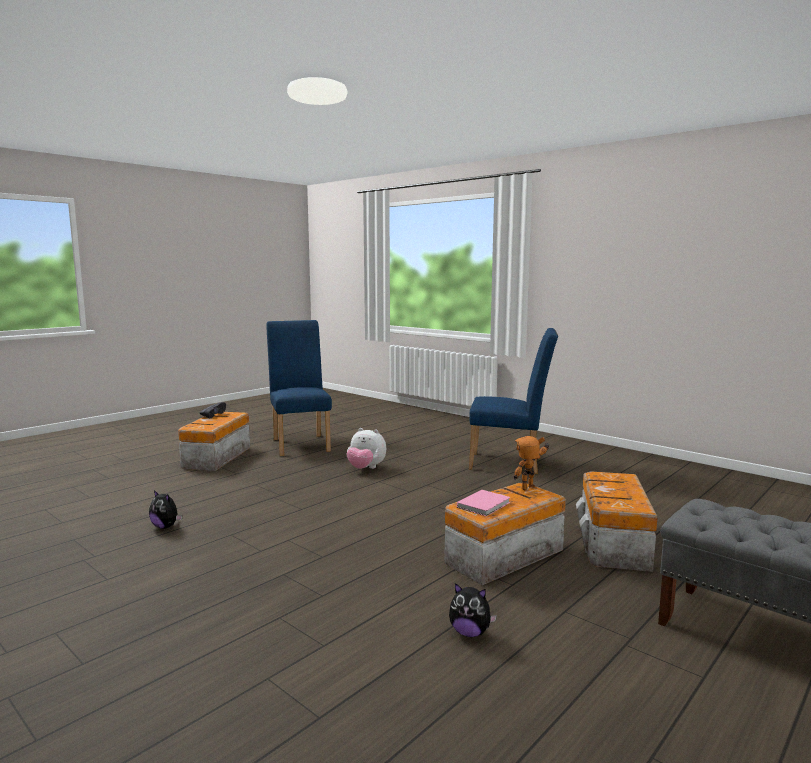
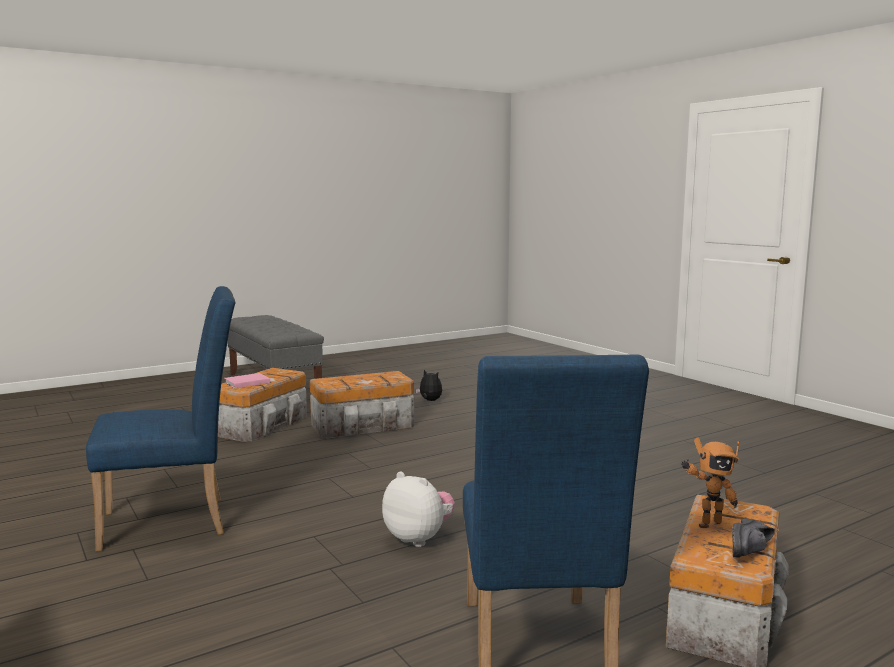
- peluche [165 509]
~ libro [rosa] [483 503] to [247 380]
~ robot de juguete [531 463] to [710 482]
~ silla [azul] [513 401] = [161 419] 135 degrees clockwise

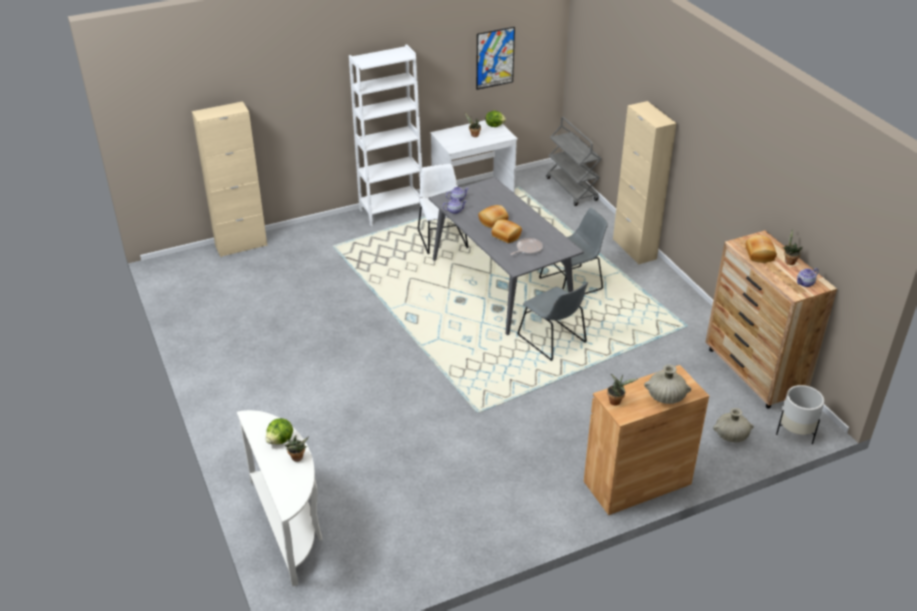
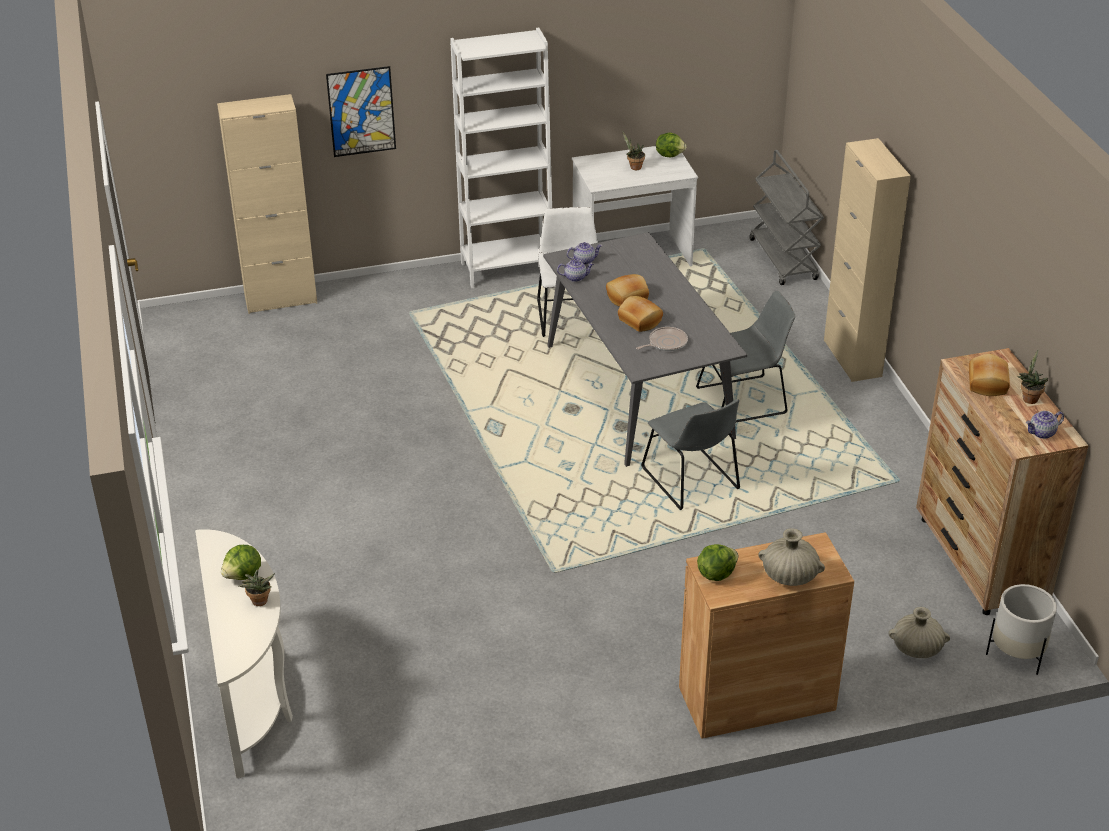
~ cuadro [495 58] to [361 111]
~ planta en maceta [622 389] to lechuga [717 562]

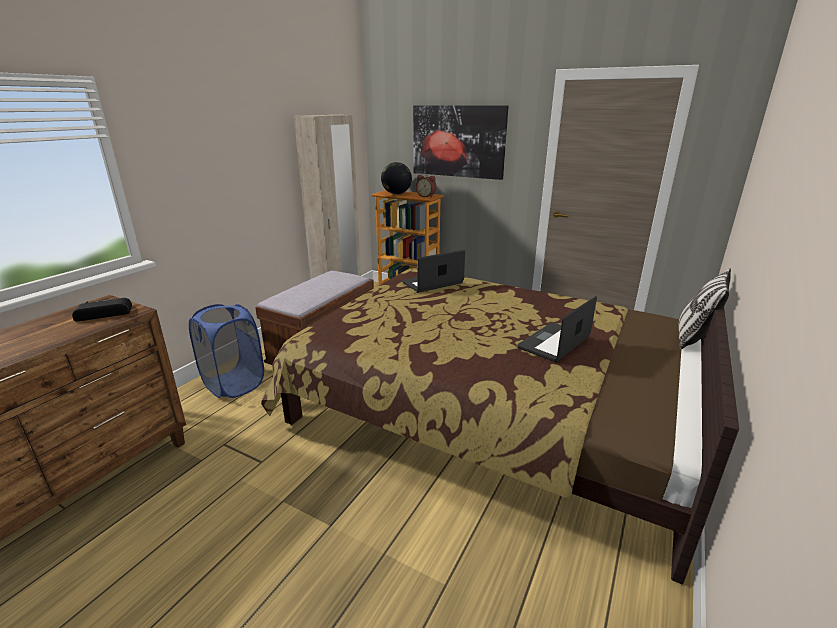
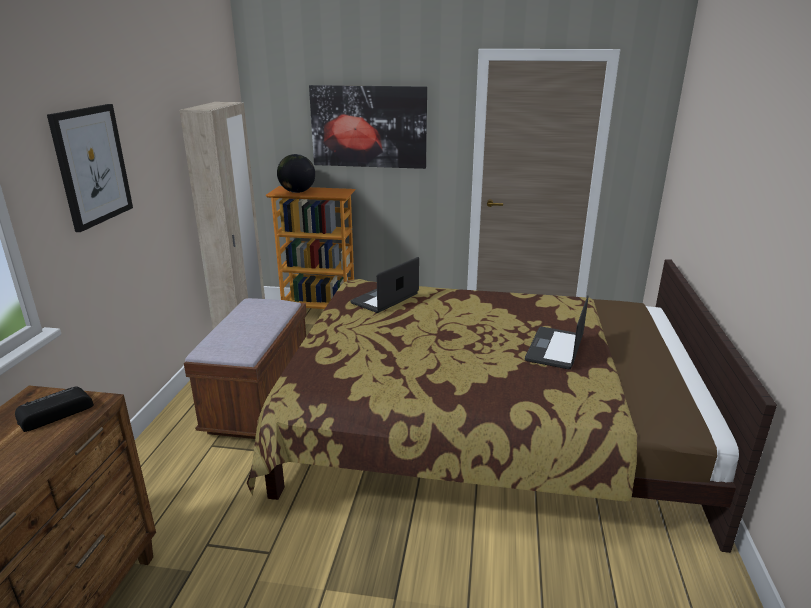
- cesto de la ropa [azul] [226 351]
- despertador [426 186]
- cojín [704 308]
+ cuadro [90 168]

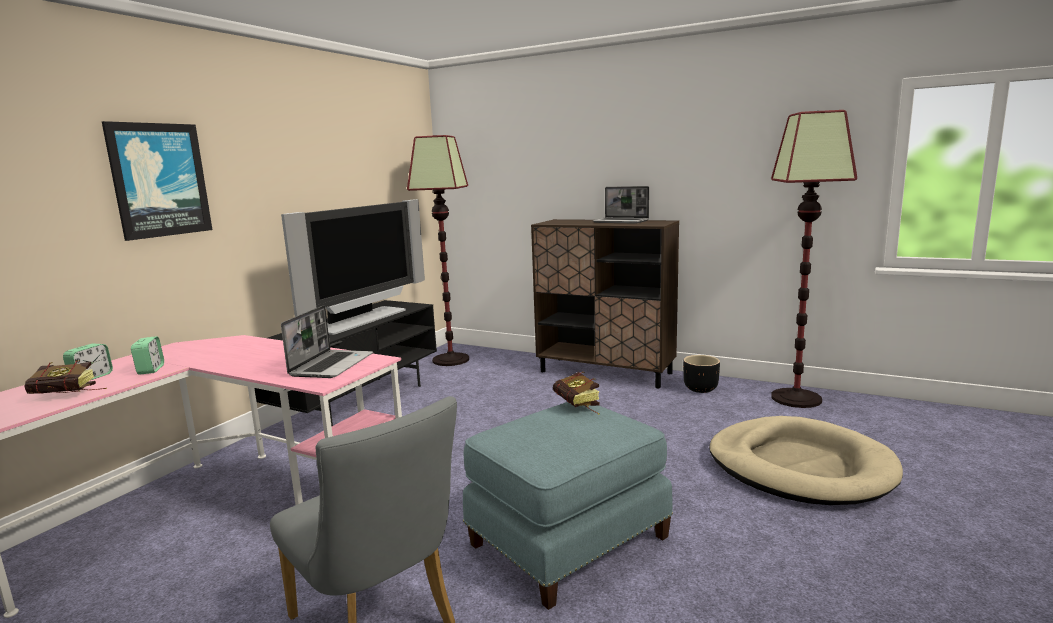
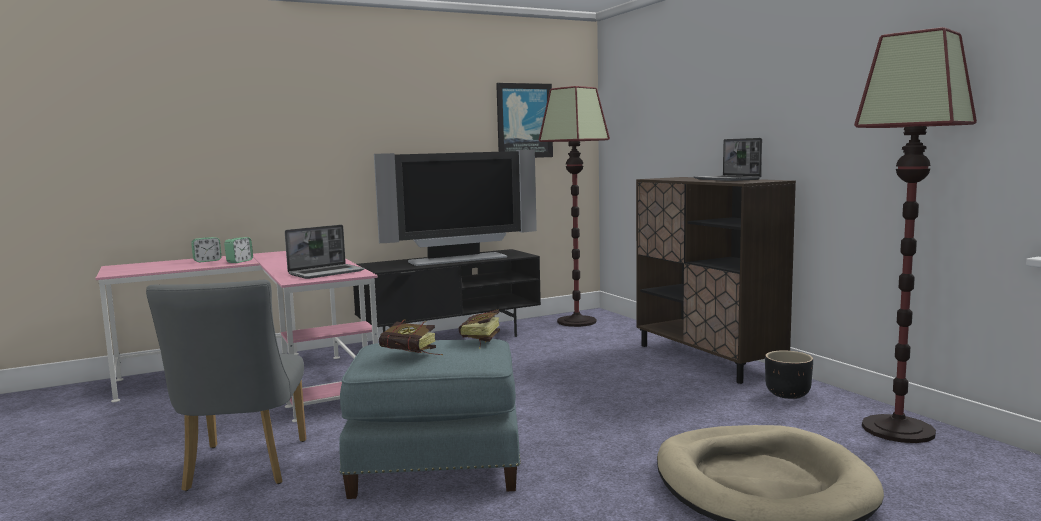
~ libro [65 377] to [411 337]
~ cuadro [157 181] to [524 120]

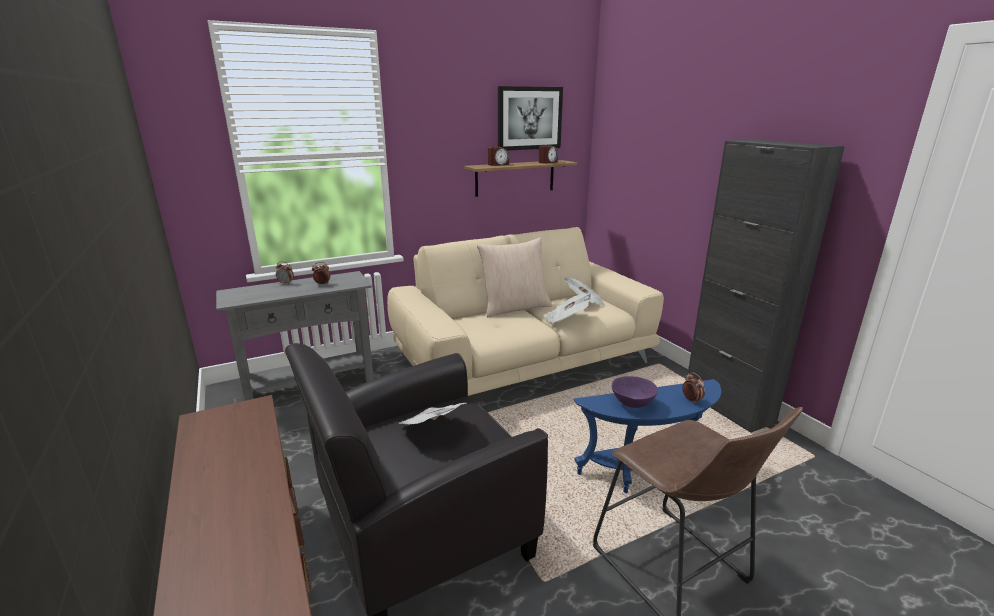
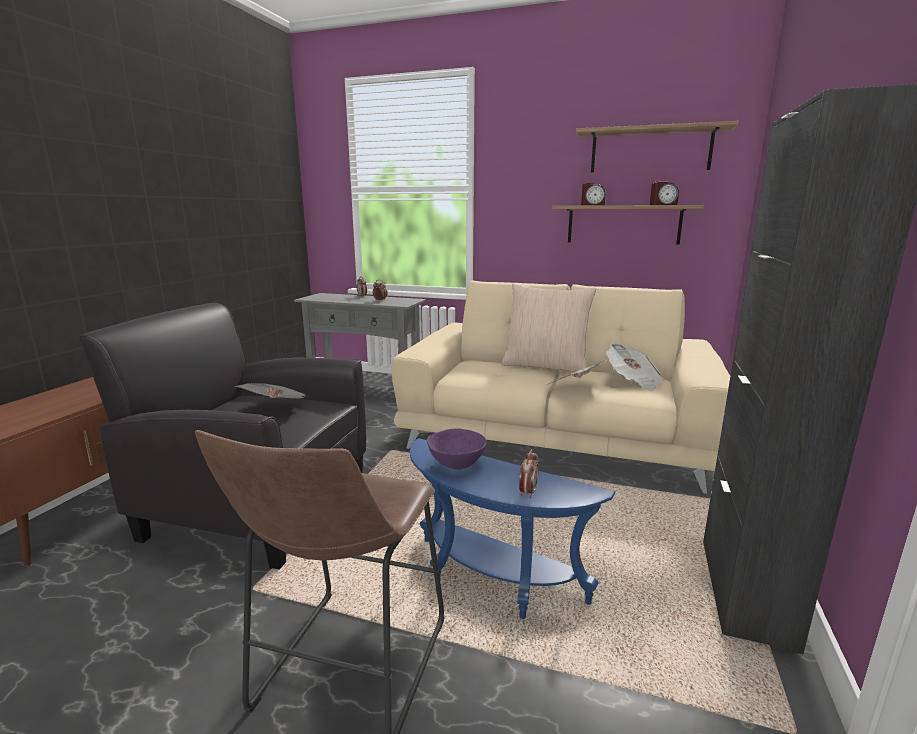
~ cuadro [530 118] to estante [657 146]

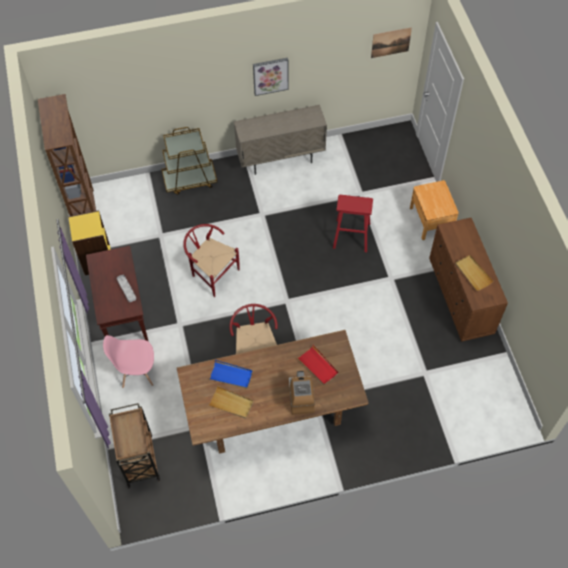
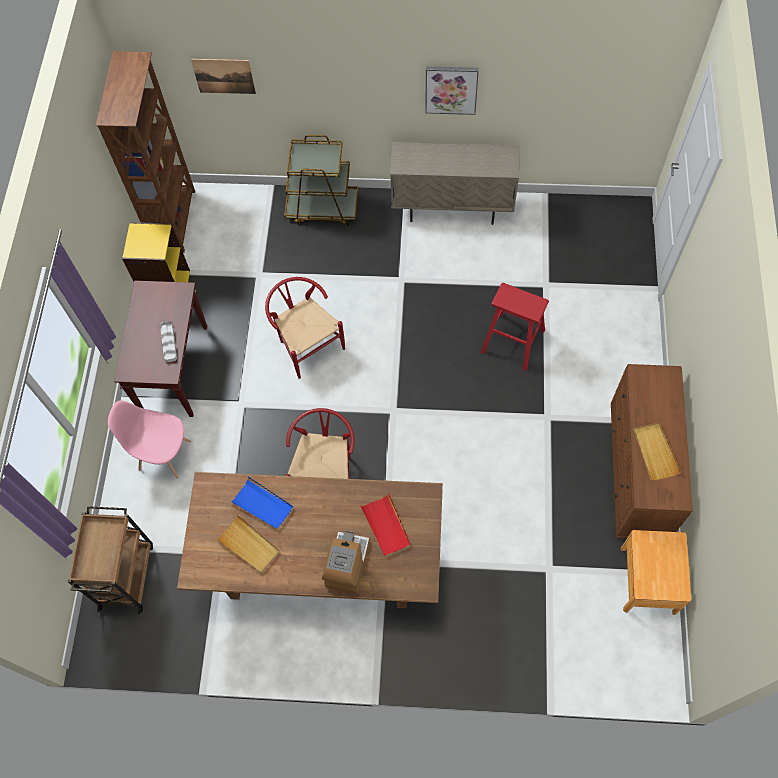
~ cuadro [391 42] to [223 76]
~ mesita de noche [marrón] [434 210] to [656 572]

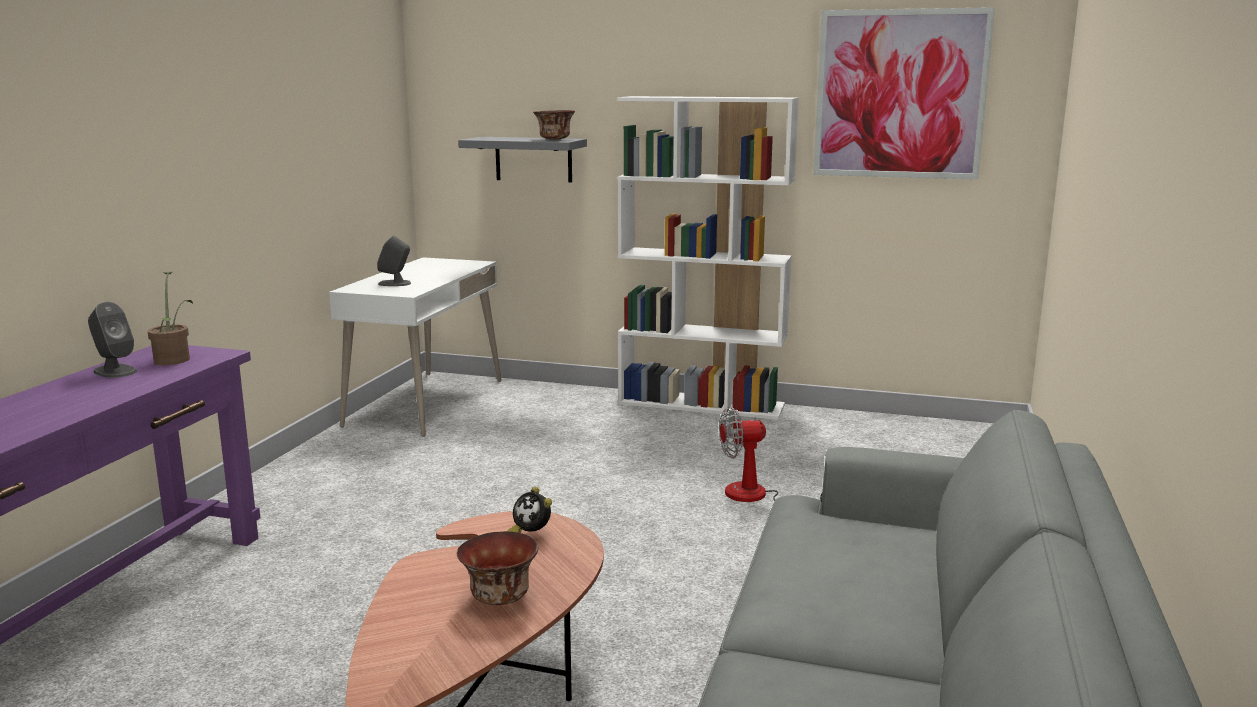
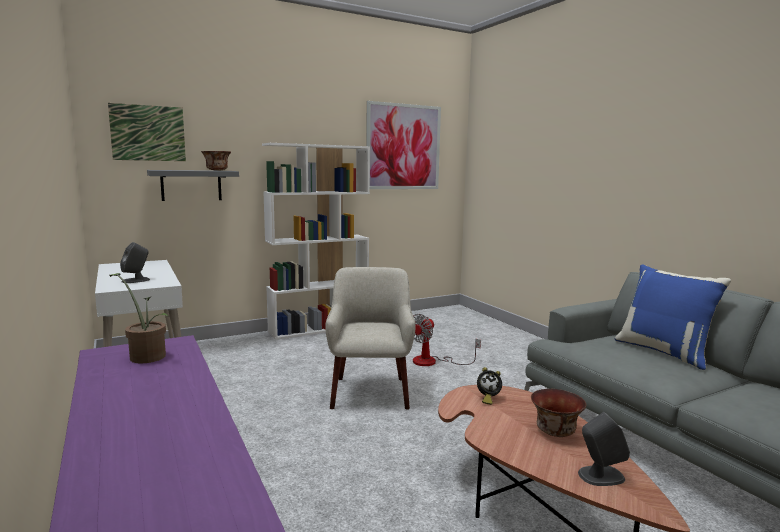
+ cuadro [147 132]
+ sillón [beis] [370 338]
+ cojín [azul] [673 317]
~ altavoz [gris] [112 340] to [604 449]

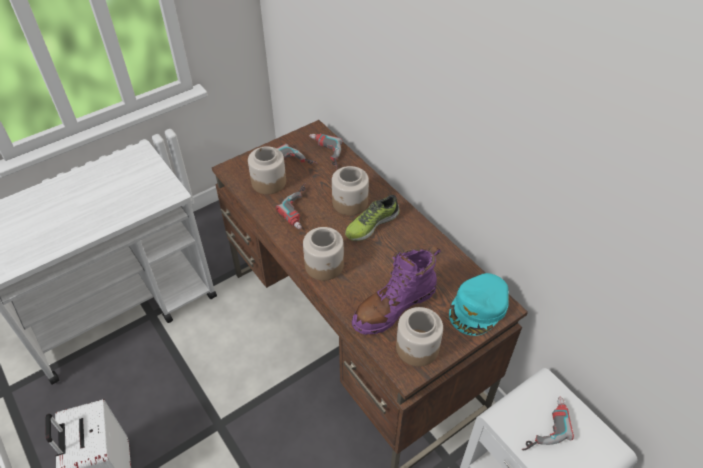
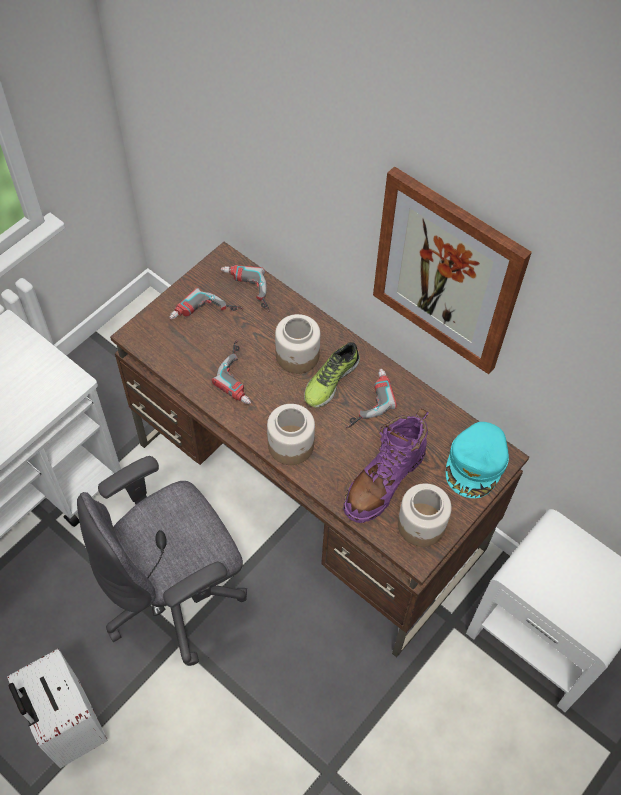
- tarro [267 170]
+ silla de oficina [gris] [162 561]
+ cuadro [452 270]
~ taladro [548 423] to [371 398]

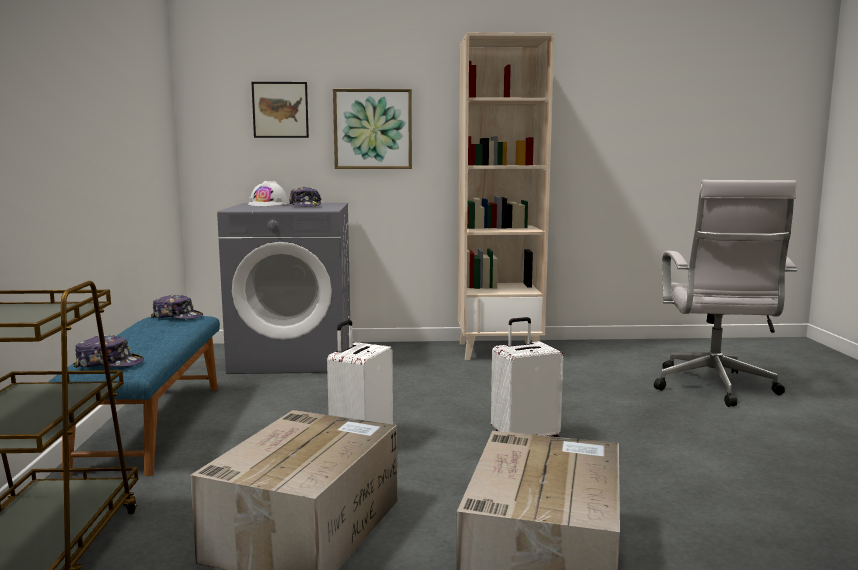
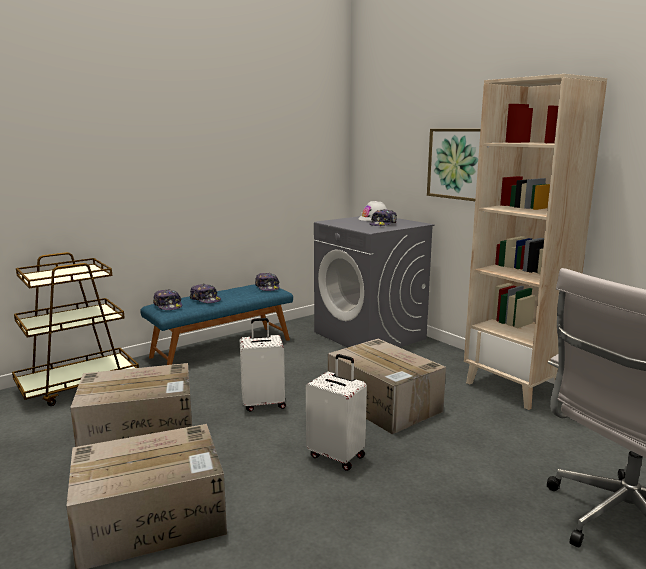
- cuadro [280 110]
+ gorra [205 293]
+ caja de cartón [387 386]

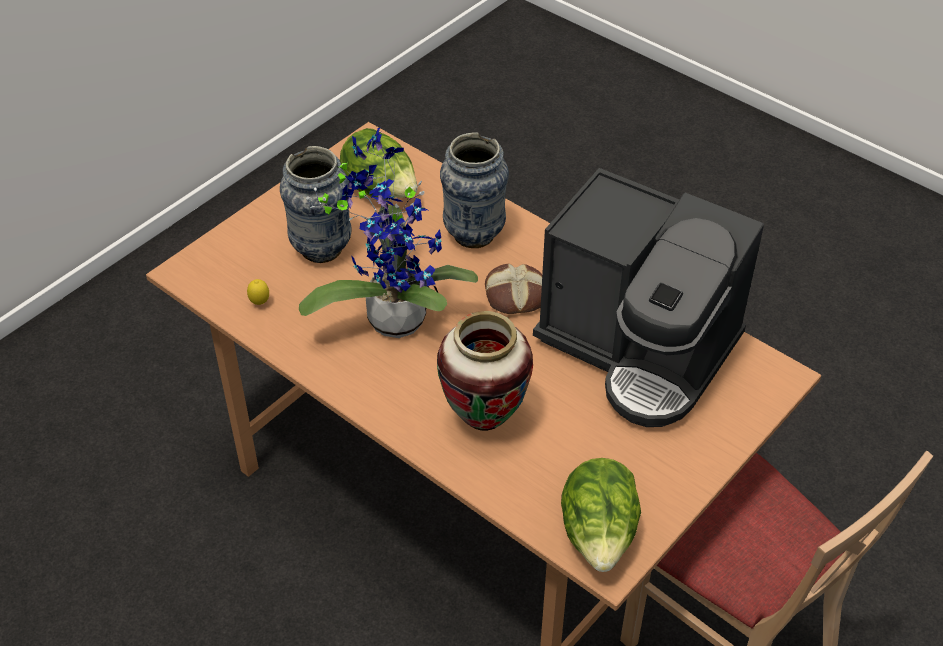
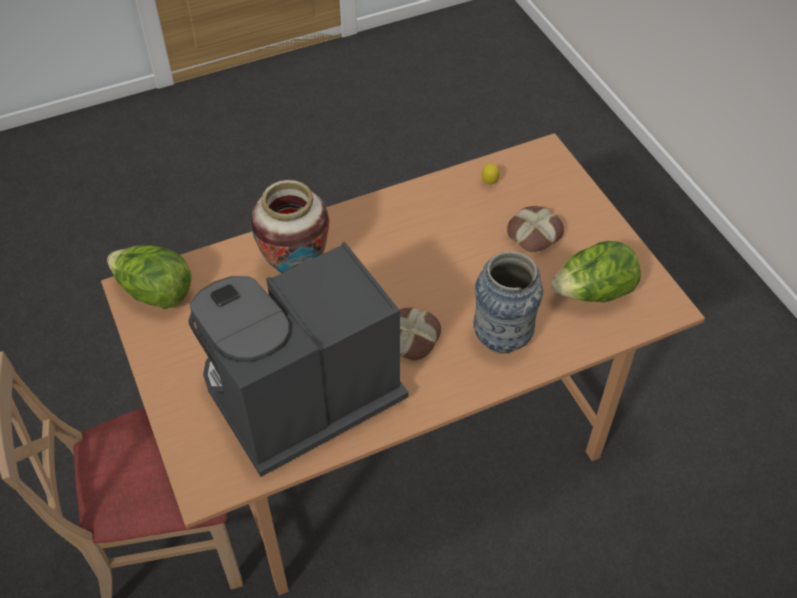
- planta en maceta [388 232]
~ florero [315 204] to pan [535 229]

